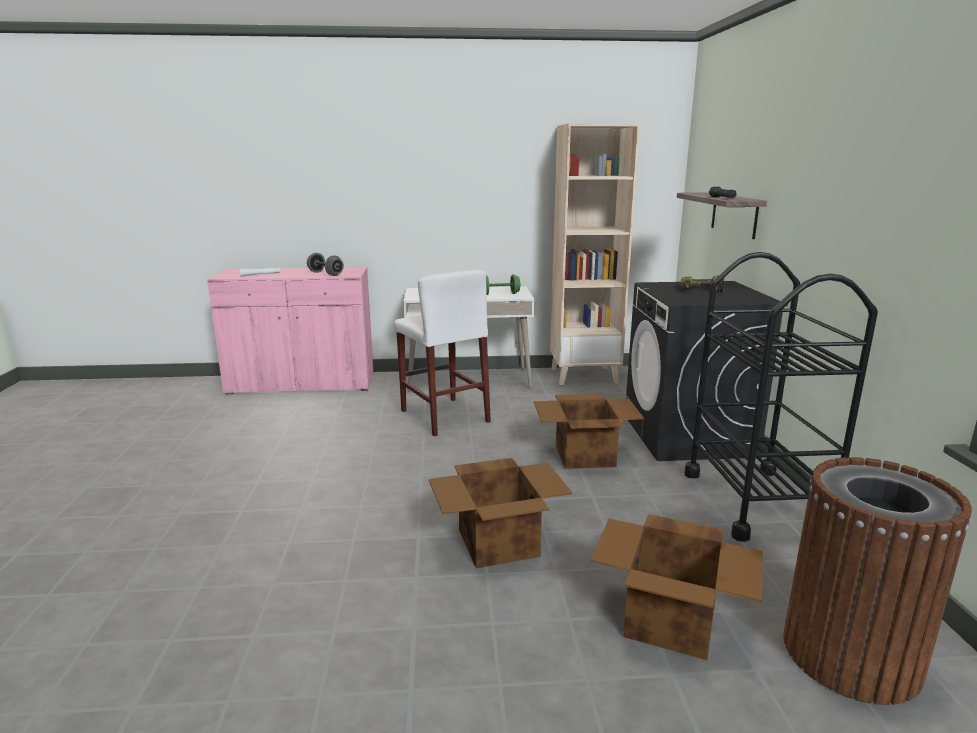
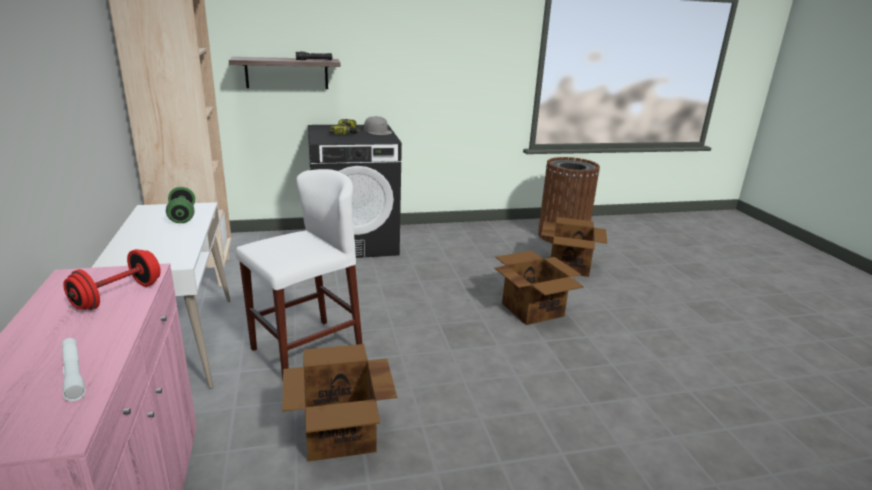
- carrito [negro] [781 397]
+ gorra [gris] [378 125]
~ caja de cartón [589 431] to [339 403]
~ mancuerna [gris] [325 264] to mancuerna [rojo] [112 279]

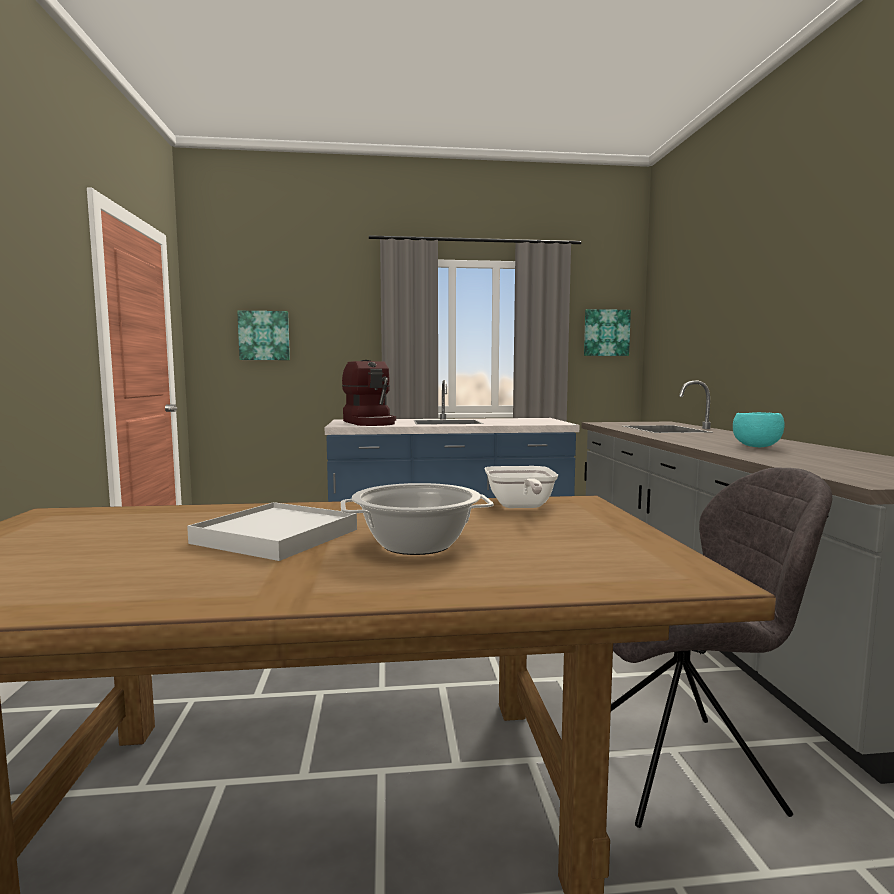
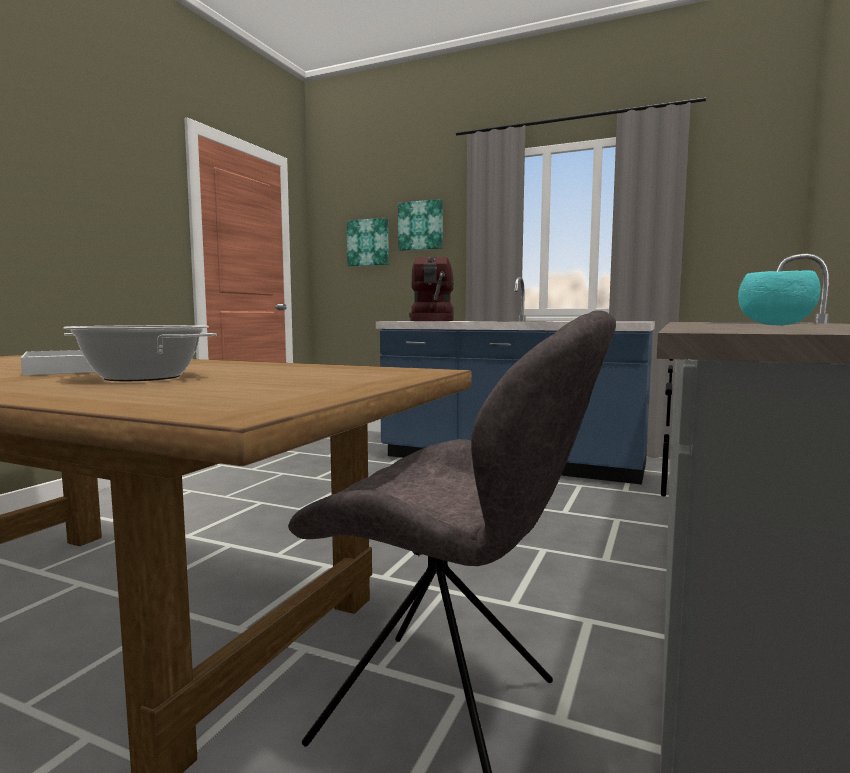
- sartén [521 487]
~ cuadro [607 332] to [420 225]

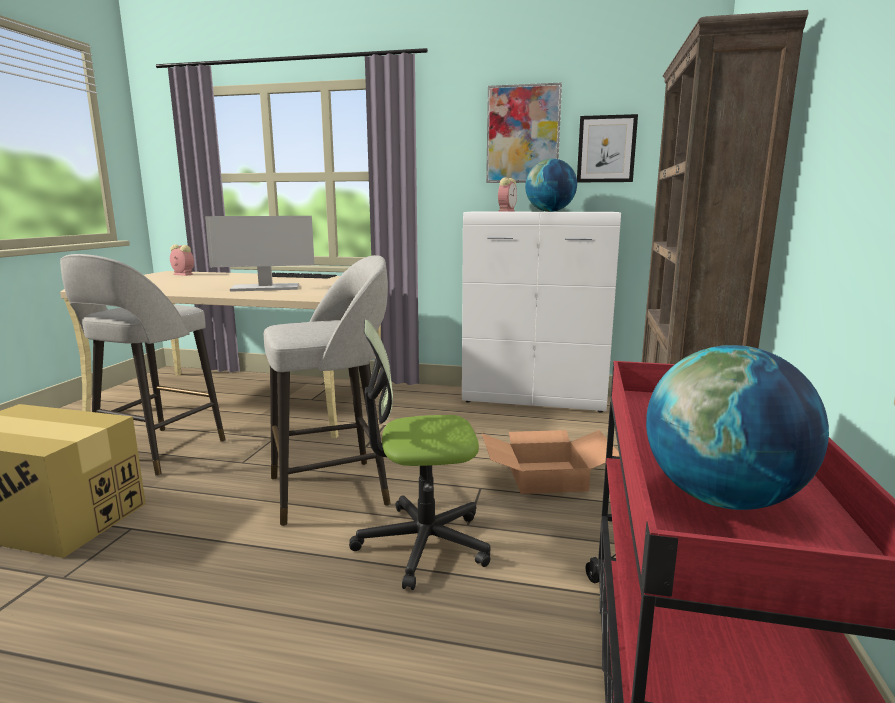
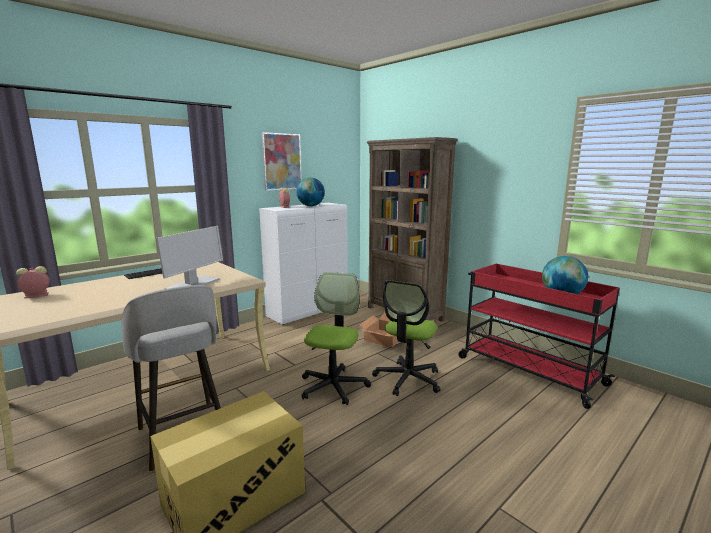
- cuadro [607 148]
~ taburete [gris] [327 390] to silla de oficina [336 338]

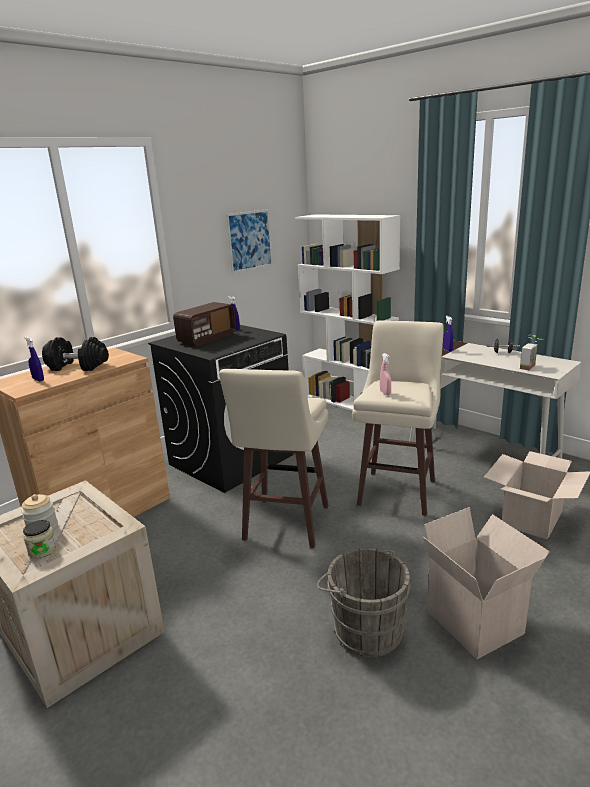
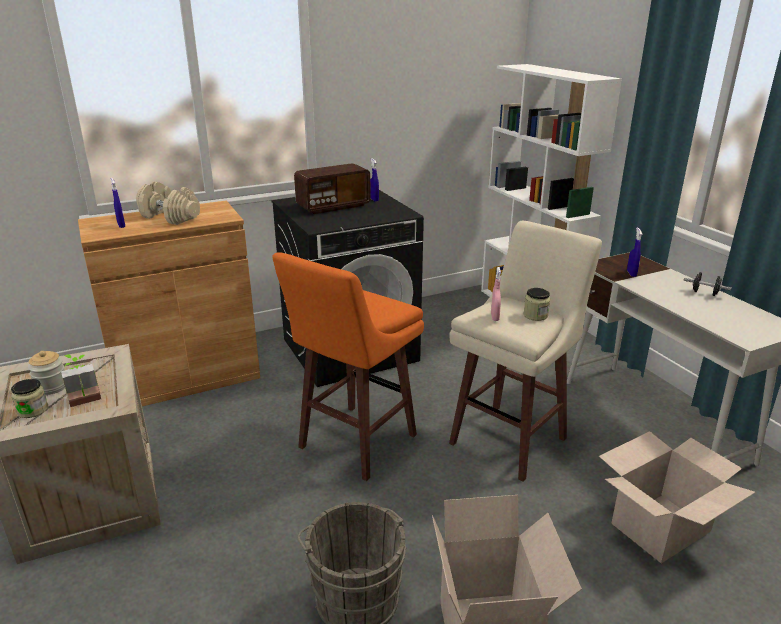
- cuadro [249 241]
+ tarro [536 304]
~ planta en maceta [531 352] to [81 380]
~ mancuerna [negro] [75 354] to mancuerna [beis] [168 203]
~ taburete [beis] [274 458] to taburete [naranja] [348 366]

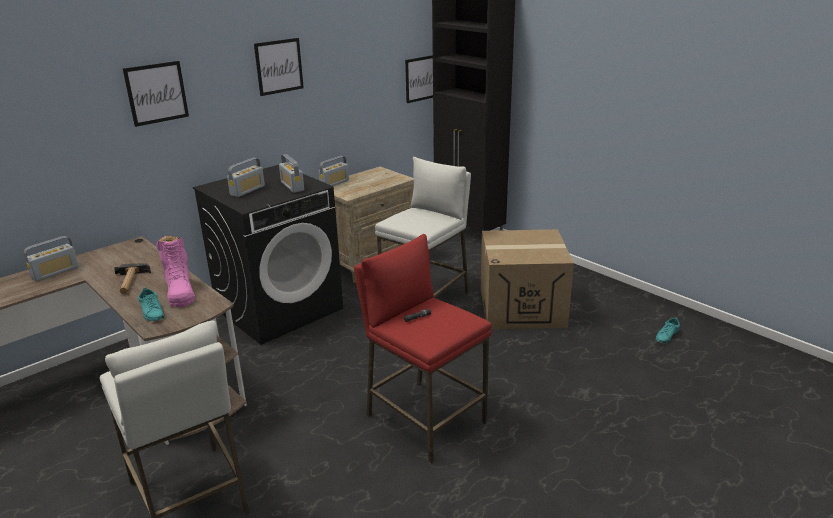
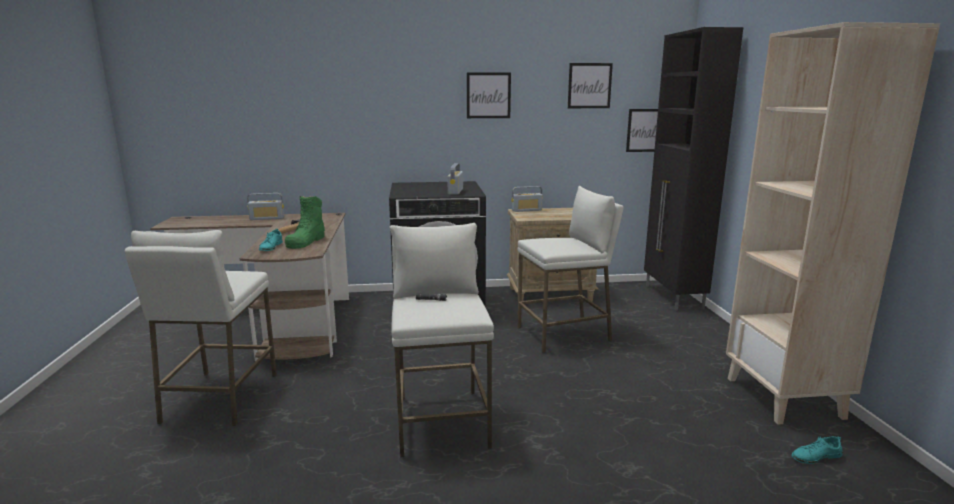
- radio [246 177]
- caja de cartón [527 279]
+ estantería [beis] [833 223]
~ cuadro [156 94] to [590 85]
~ bota [rosa] [175 271] to bota [verde] [305 222]
~ taburete [rojo] [423 348] to taburete [blanco] [441 340]

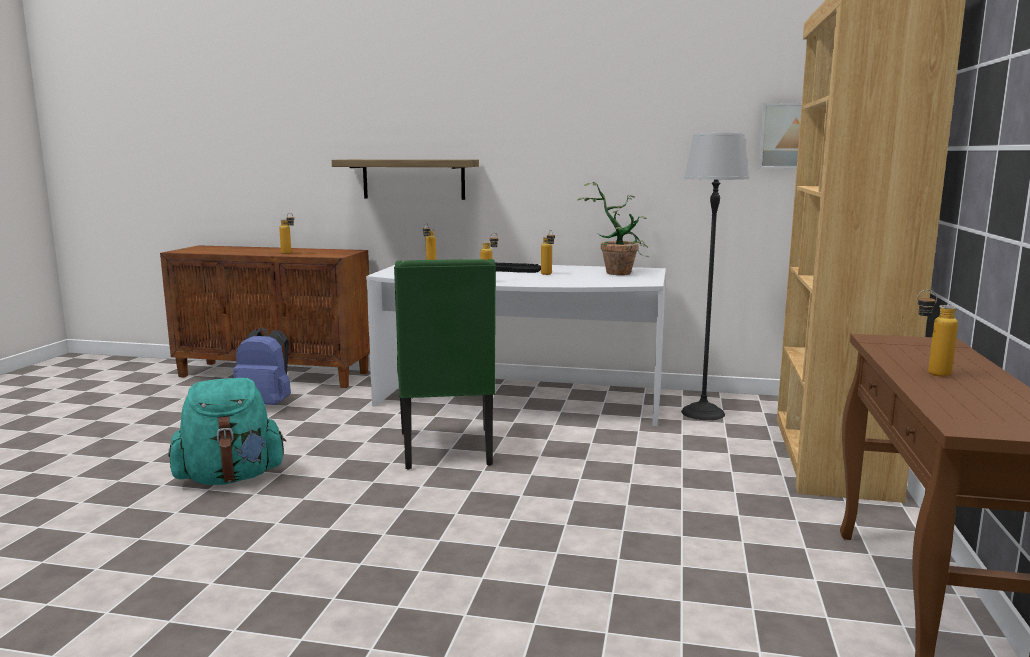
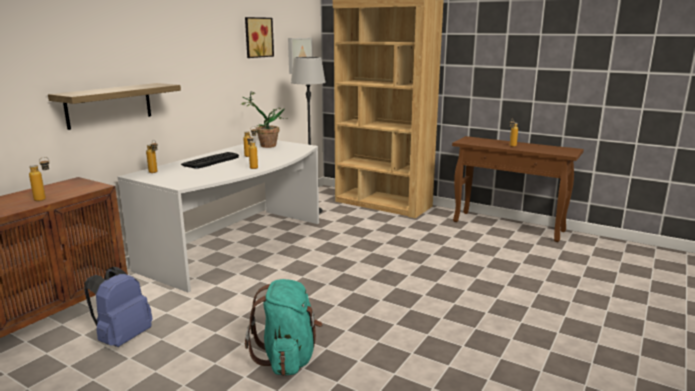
- silla [verde] [445 364]
+ cuadro [259 37]

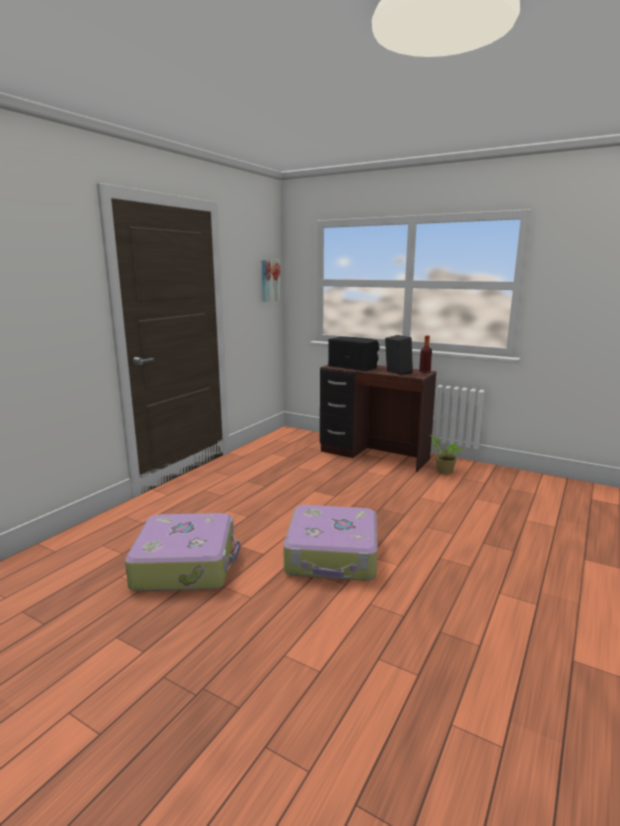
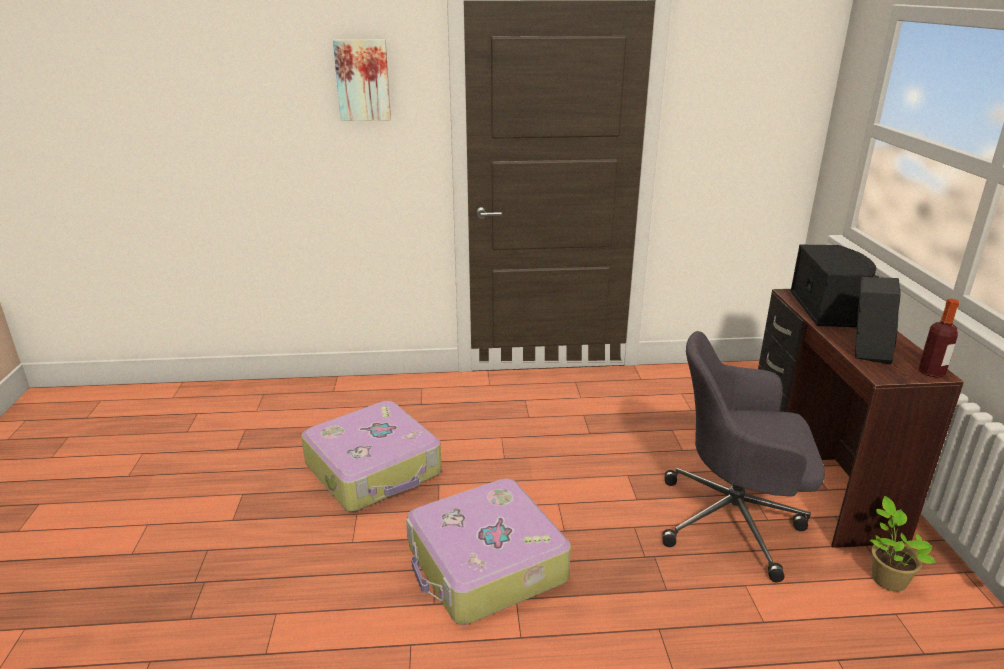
+ silla de oficina [gris] [743 456]
~ cuadro [271 280] to [362 80]

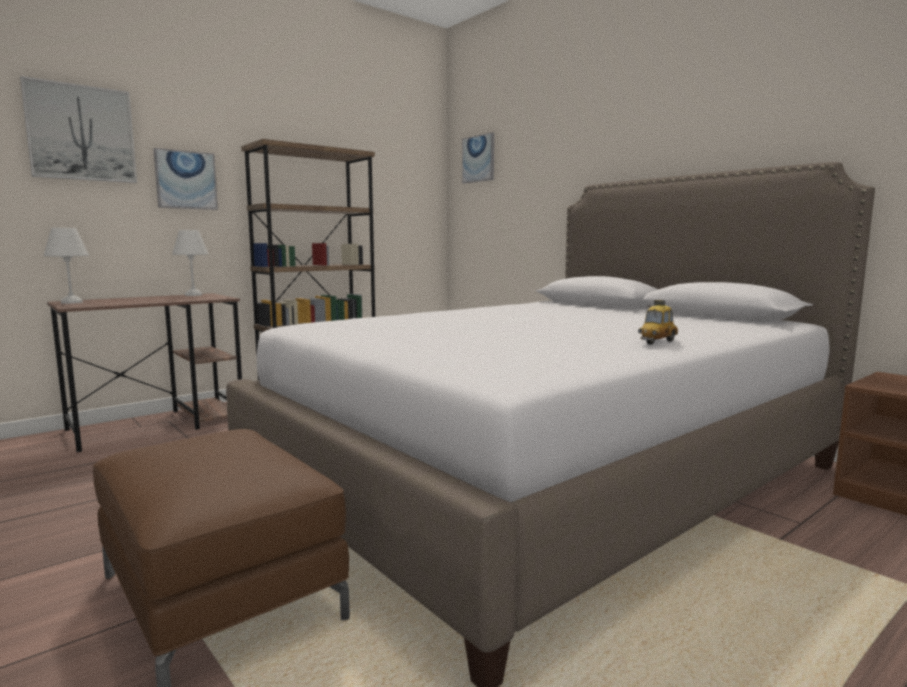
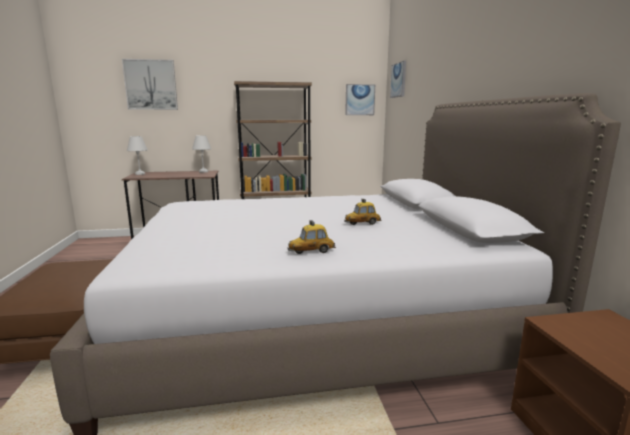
+ coche de juguete [363 212]
~ cuadro [185 179] to [360 99]

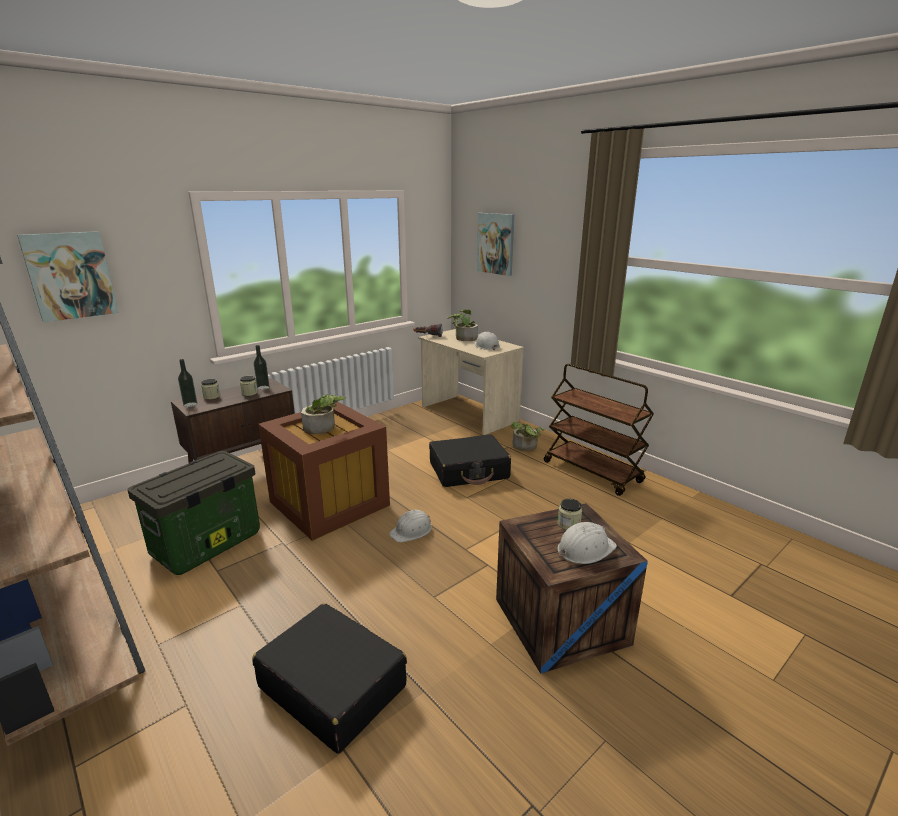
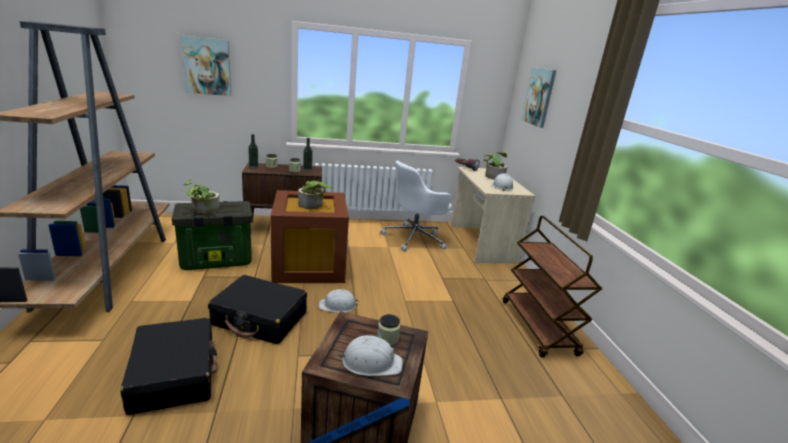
+ silla de oficina [blanco] [416 206]
~ maleta [negro] [470 460] to [257 309]
~ planta en maceta [528 436] to [202 196]

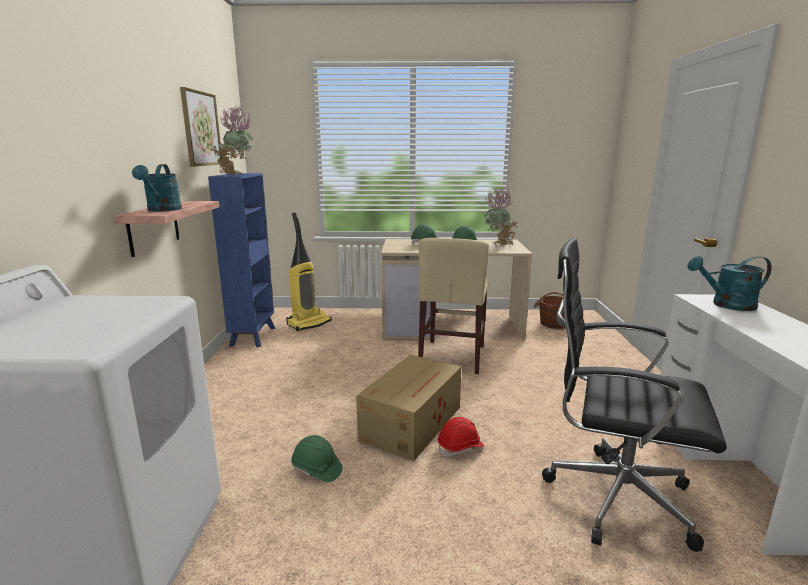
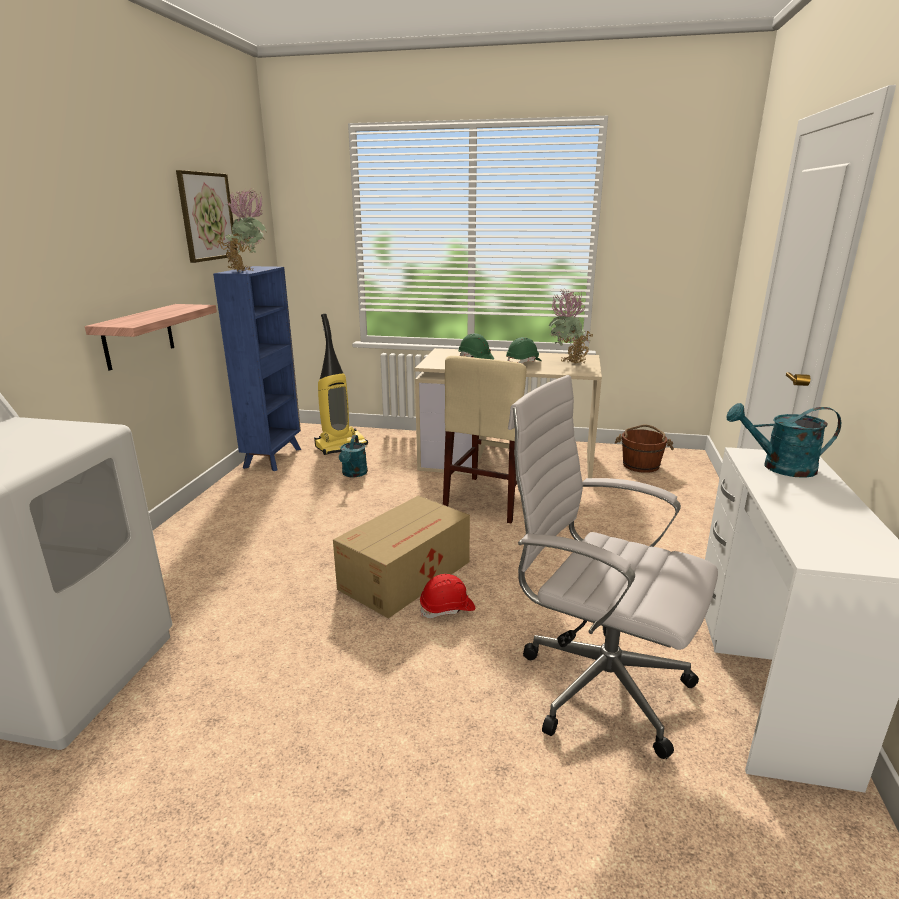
- casco [verde] [317 458]
~ regadera [turquesa] [157 187] to [353 456]
~ silla de oficina [negro] [634 395] to silla de oficina [blanco] [613 567]

